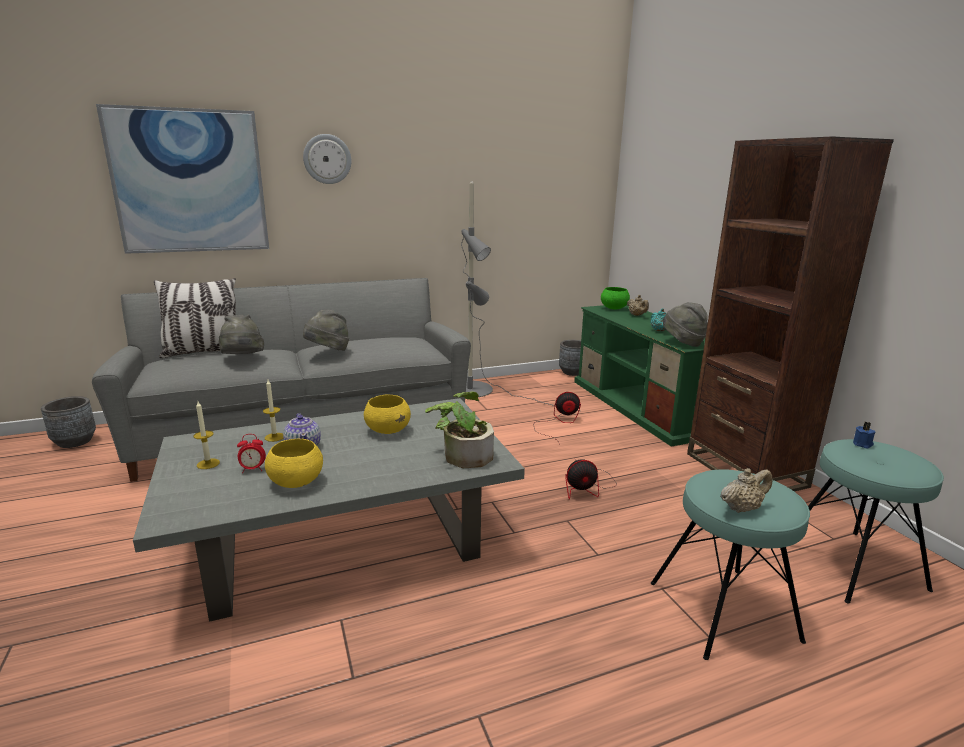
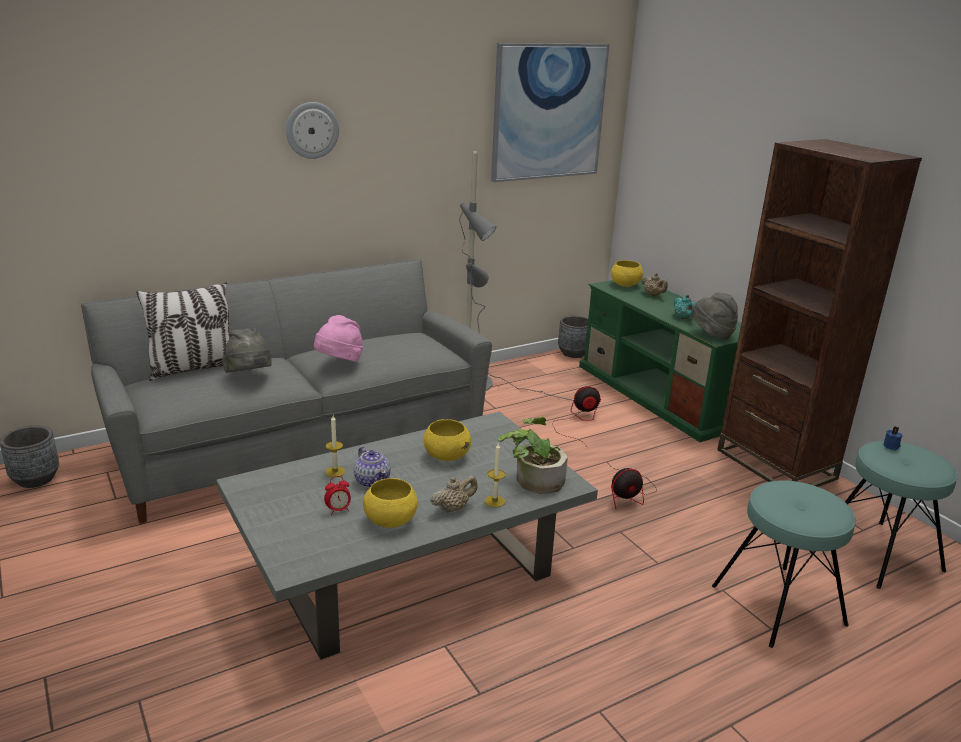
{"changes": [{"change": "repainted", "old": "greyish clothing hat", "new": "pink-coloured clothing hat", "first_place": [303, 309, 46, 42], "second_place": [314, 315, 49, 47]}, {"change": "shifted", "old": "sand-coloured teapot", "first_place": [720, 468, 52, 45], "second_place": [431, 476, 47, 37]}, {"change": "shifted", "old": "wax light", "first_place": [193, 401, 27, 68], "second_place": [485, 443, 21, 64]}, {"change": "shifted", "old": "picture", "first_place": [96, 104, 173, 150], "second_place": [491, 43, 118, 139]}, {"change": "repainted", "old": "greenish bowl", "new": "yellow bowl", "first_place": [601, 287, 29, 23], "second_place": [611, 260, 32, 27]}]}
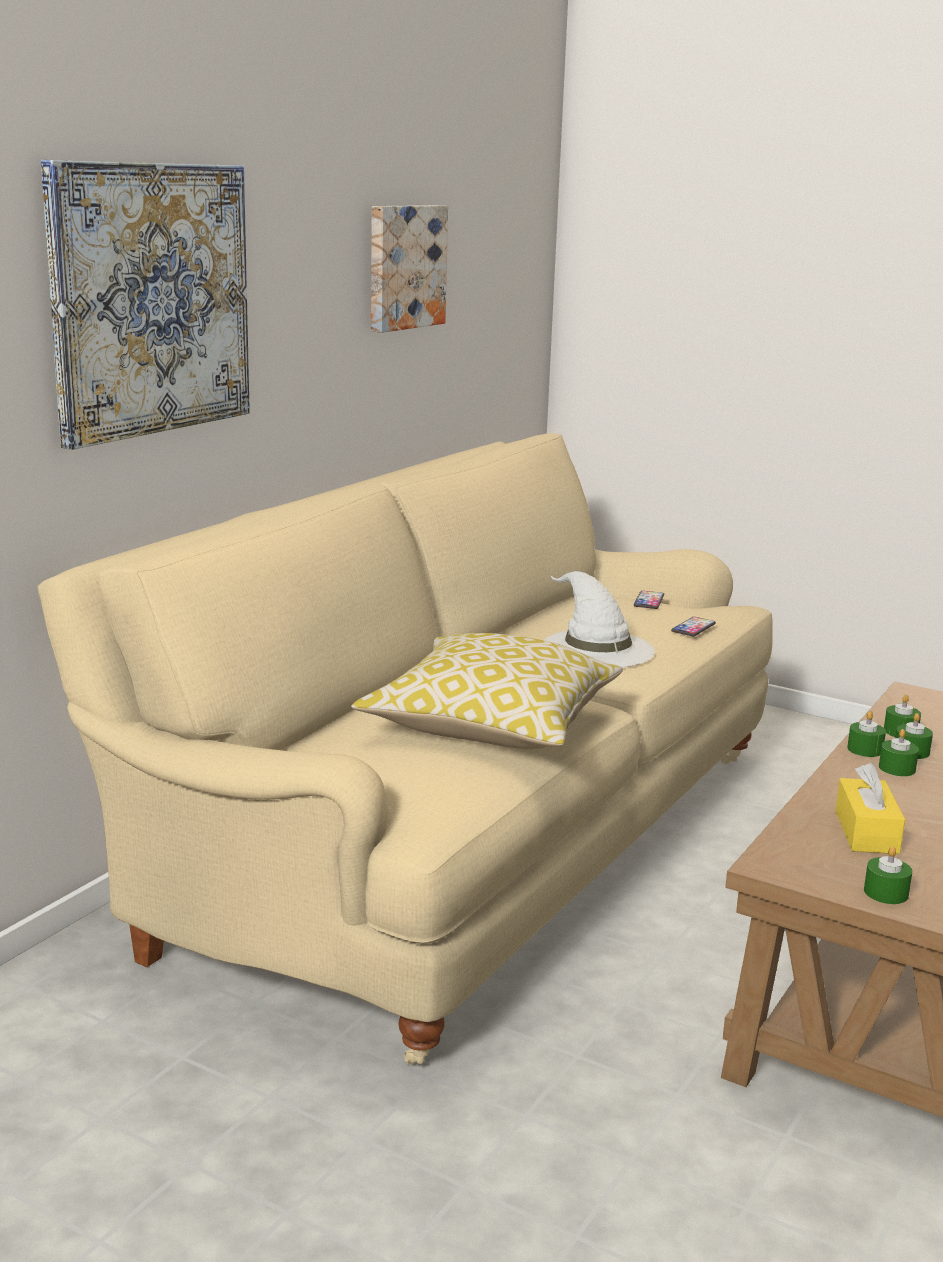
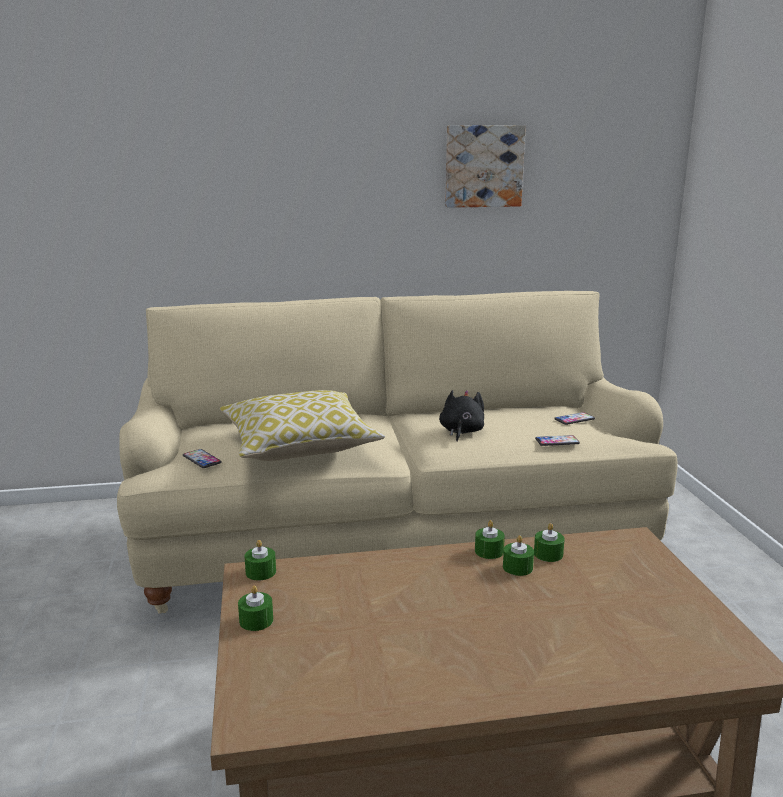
{"changes": [{"change": "new", "new": "handset", "second_place": [183, 449, 39, 19]}, {"change": "shifted", "old": "greenish wax light", "first_place": [879, 729, 40, 47], "second_place": [245, 540, 31, 40]}, {"change": "swapped", "old": "white-coloured clothing hat", "new": "black-coloured soft toy", "first_place": [544, 571, 111, 97], "second_place": [439, 390, 45, 51]}, {"change": "gone", "old": "picture", "first_place": [41, 160, 209, 290]}, {"change": "gone", "old": "yellow tissue holder", "first_place": [836, 763, 69, 91]}]}
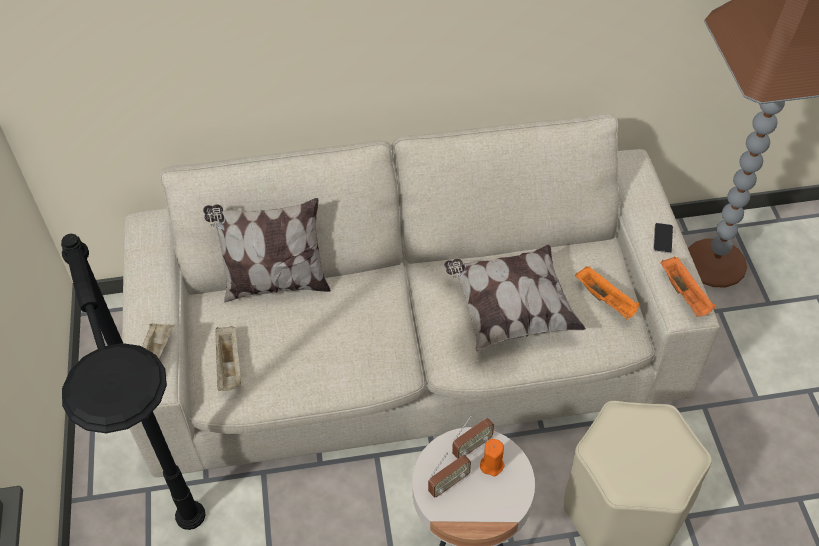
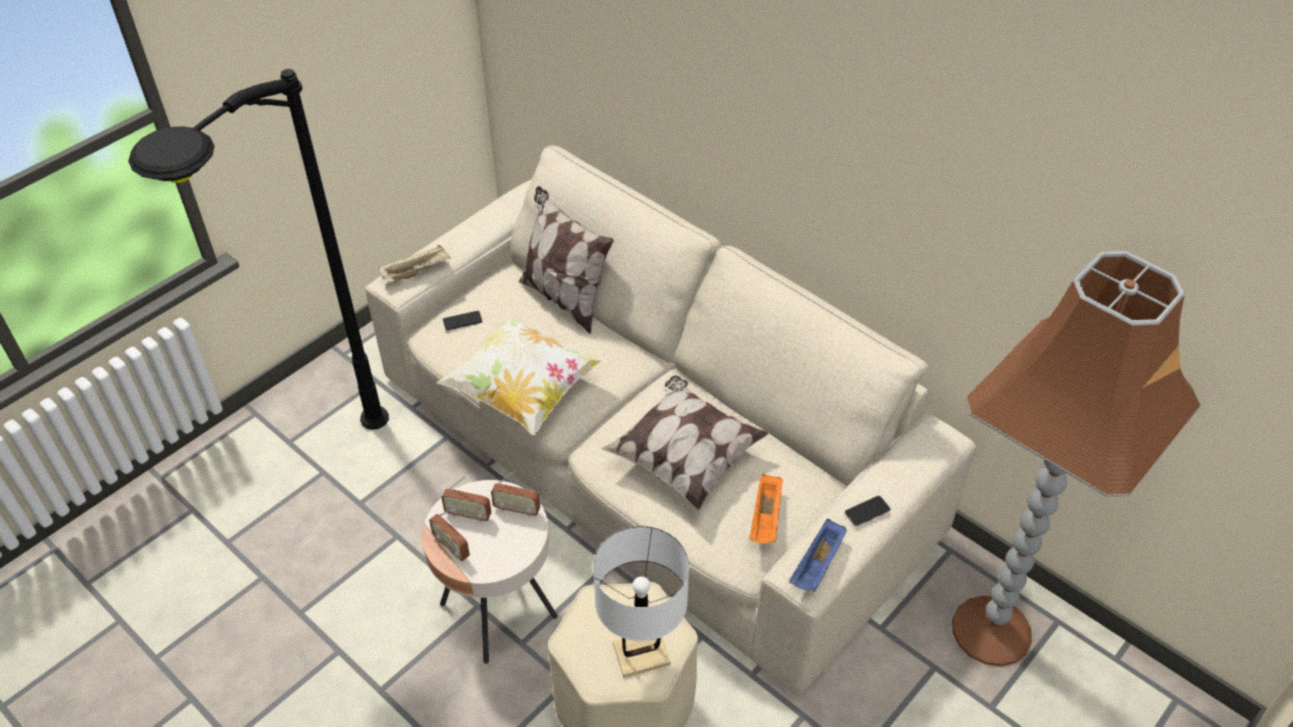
{"changes": [{"change": "new", "new": "radio set", "second_place": [429, 510, 41, 51]}, {"change": "new", "new": "throw pillow", "second_place": [436, 314, 169, 121]}, {"change": "swapped", "old": "sand-coloured serving tray", "new": "handset", "first_place": [215, 326, 26, 65], "second_place": [443, 311, 39, 19]}, {"change": "new", "new": "white-coloured lamp for a table", "second_place": [593, 526, 96, 151]}, {"change": "repainted", "old": "orange serving tray", "new": "bluish serving tray", "first_place": [660, 257, 55, 60], "second_place": [789, 519, 58, 73]}, {"change": "gone", "old": "orange wax light", "first_place": [480, 439, 25, 37]}]}
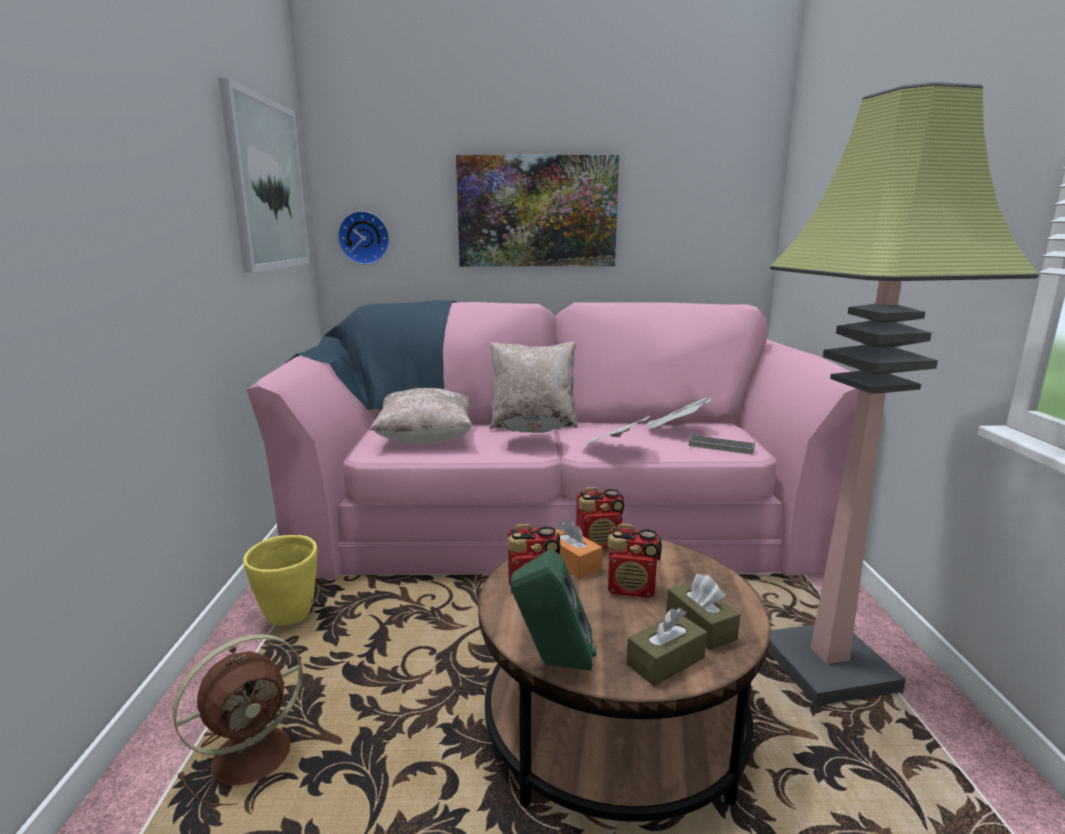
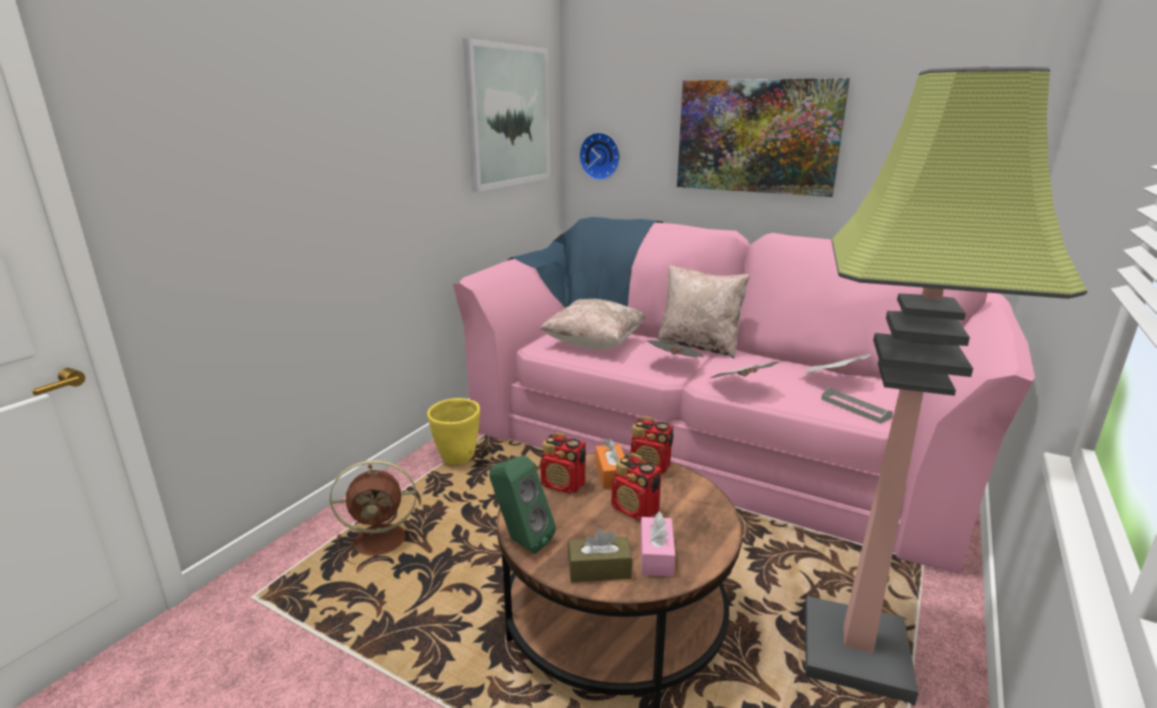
{"changes": [{"change": "repainted", "old": "brown tissue holder", "new": "pink-coloured tissue holder", "first_place": [666, 574, 74, 76], "second_place": [641, 511, 34, 66]}]}
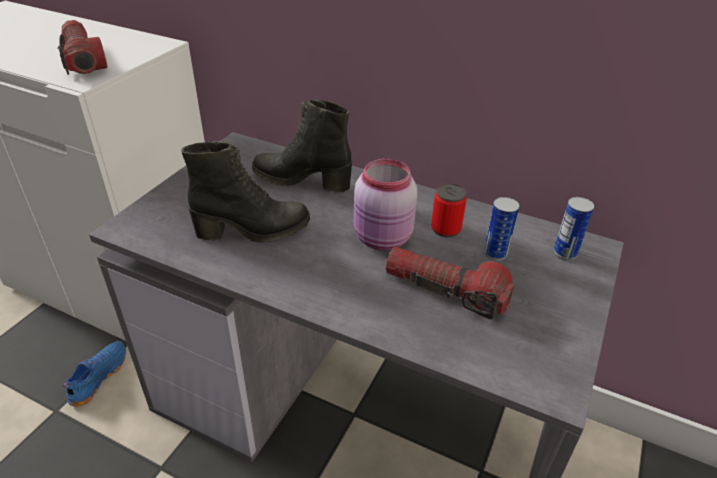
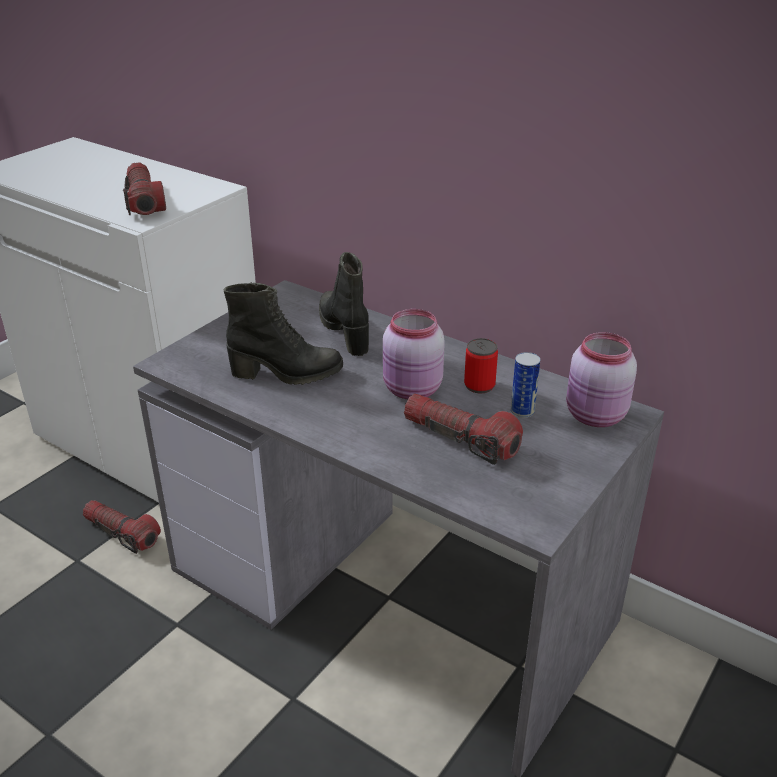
{"changes": [{"change": "swapped", "old": "bluish low shoe", "new": "flashlight", "first_place": [63, 341, 63, 66], "second_place": [83, 500, 78, 54]}, {"change": "rotated", "old": "black-coloured high-top boot", "first_place": [252, 99, 100, 93], "second_place": [319, 252, 50, 104], "degrees": 45}, {"change": "swapped", "old": "sealed can", "new": "pink-coloured jar", "first_place": [554, 197, 40, 64], "second_place": [566, 332, 71, 95]}]}
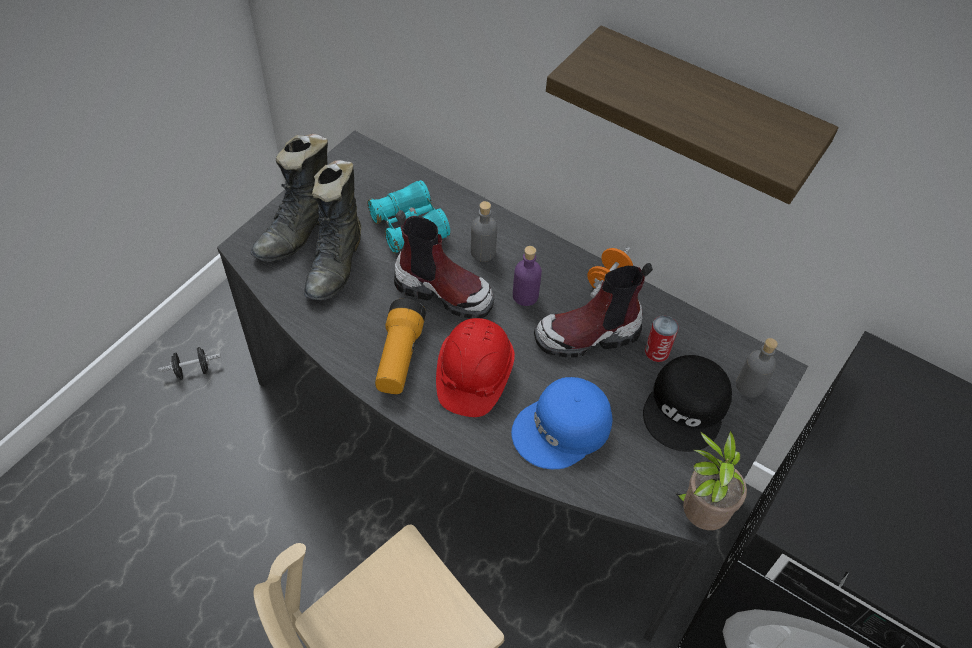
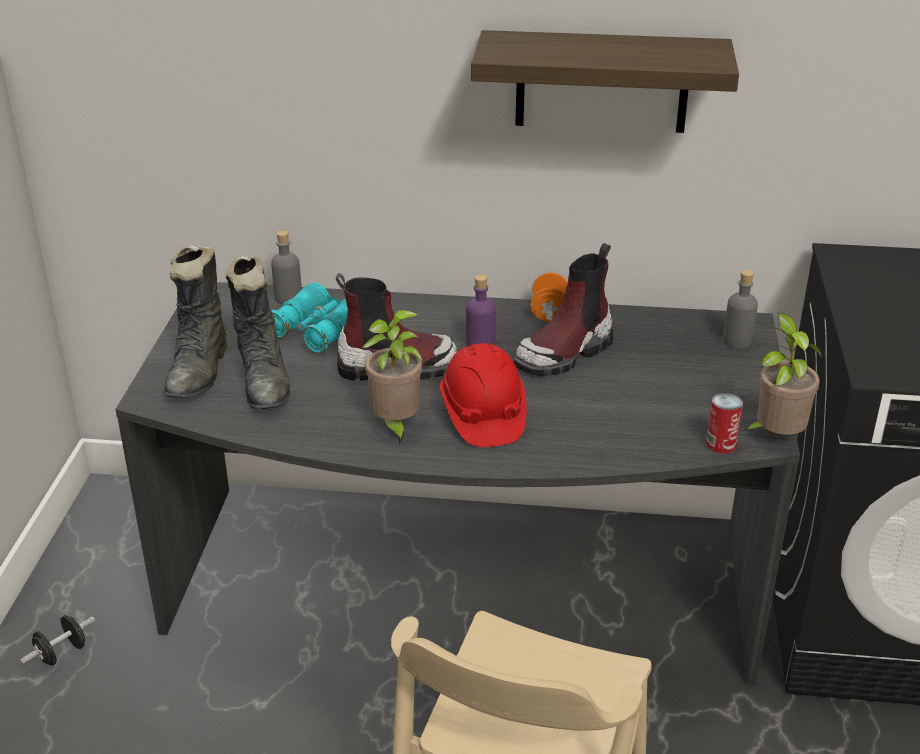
{"changes": [{"change": "shifted", "old": "greyish bottle", "first_place": [471, 201, 26, 61], "second_place": [271, 230, 31, 75]}, {"change": "swapped", "old": "flashlight", "new": "plant in a pot", "first_place": [375, 298, 51, 96], "second_place": [362, 310, 61, 135]}, {"change": "shifted", "old": "sealed can", "first_place": [645, 316, 33, 46], "second_place": [706, 393, 37, 61]}, {"change": "gone", "old": "bluish peaked cap", "first_place": [511, 377, 102, 92]}, {"change": "gone", "old": "black-coloured peaked cap", "first_place": [643, 355, 89, 97]}]}
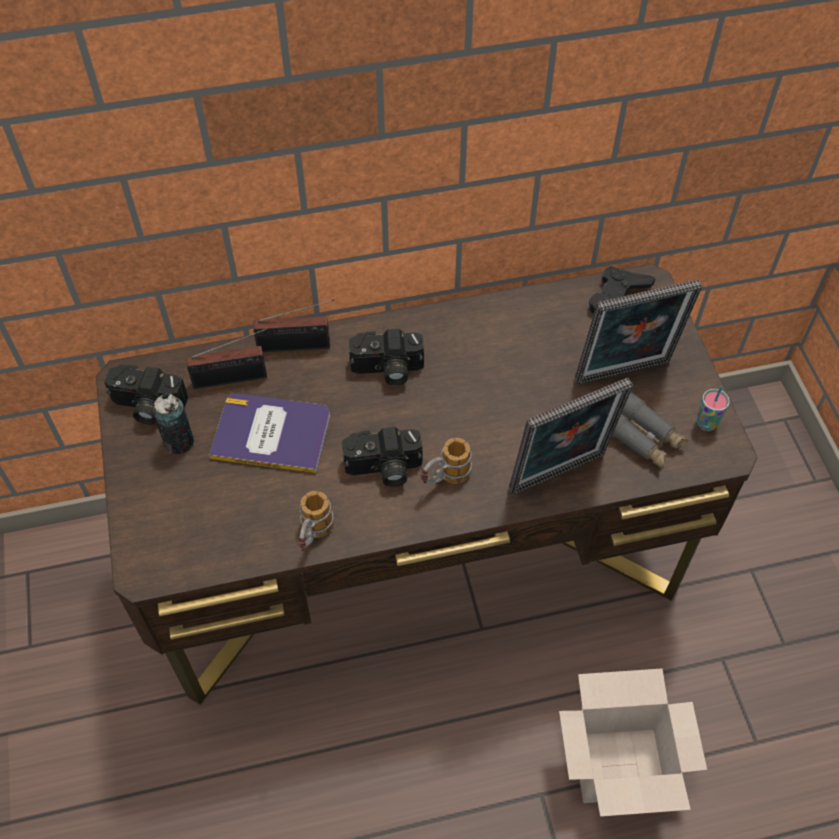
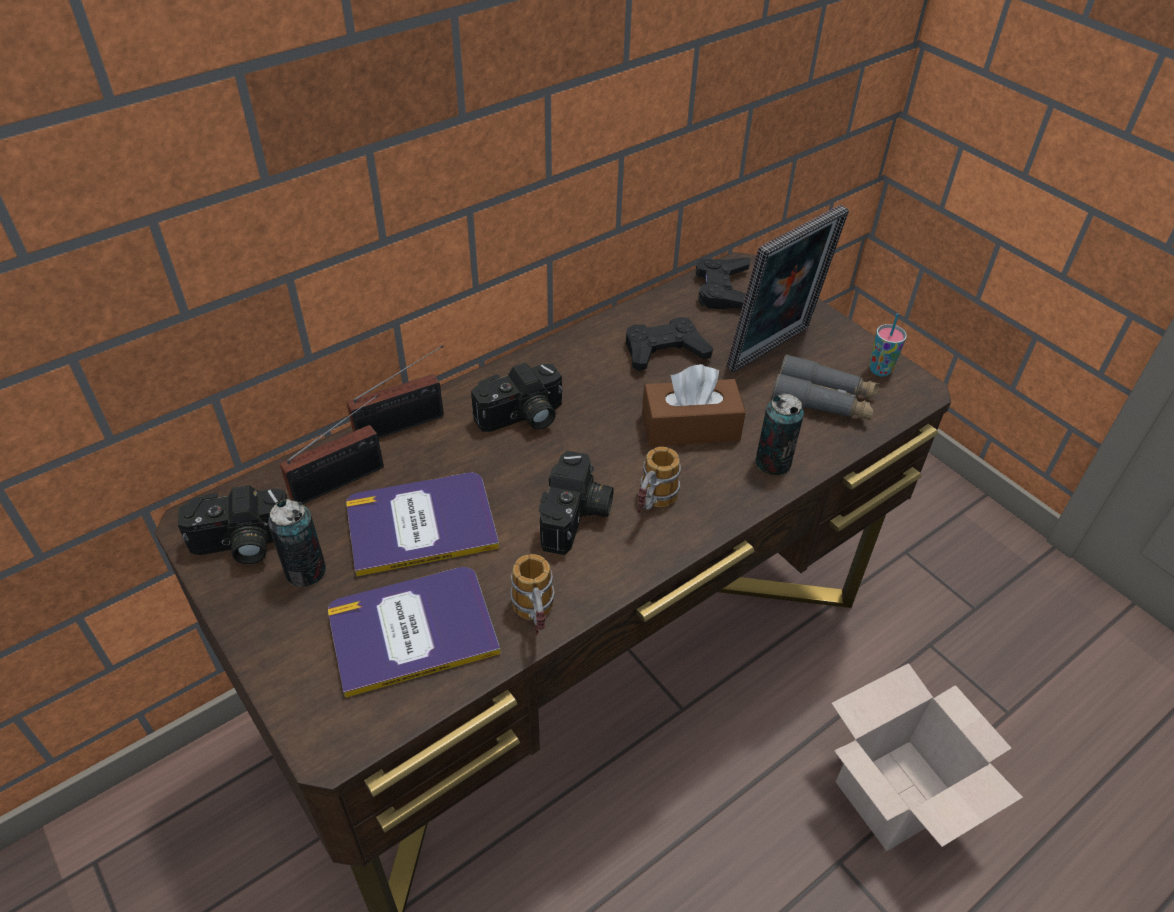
{"changes": [{"change": "new", "new": "volume", "second_place": [328, 567, 173, 131]}, {"change": "rotated", "old": "photo camera", "first_place": [342, 427, 81, 60], "second_place": [539, 451, 75, 104], "degrees": -45}, {"change": "new", "new": "black-coloured joypad", "second_place": [626, 317, 87, 54]}, {"change": "new", "new": "brown tissue holder", "second_place": [642, 364, 104, 83]}, {"change": "swapped", "old": "picture frame", "new": "sealed can", "first_place": [509, 378, 124, 117], "second_place": [755, 393, 49, 82]}]}
